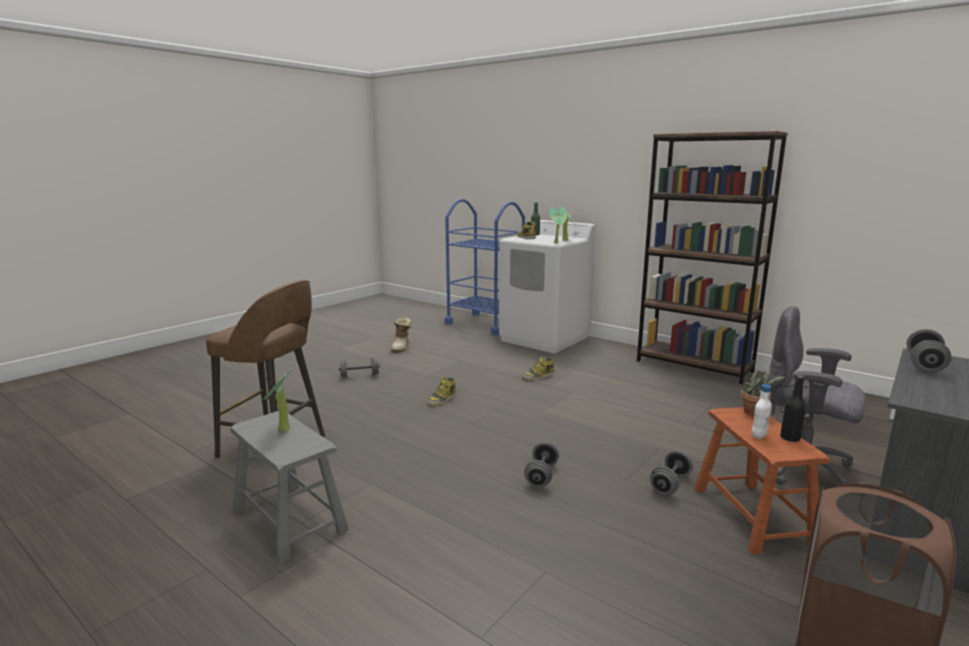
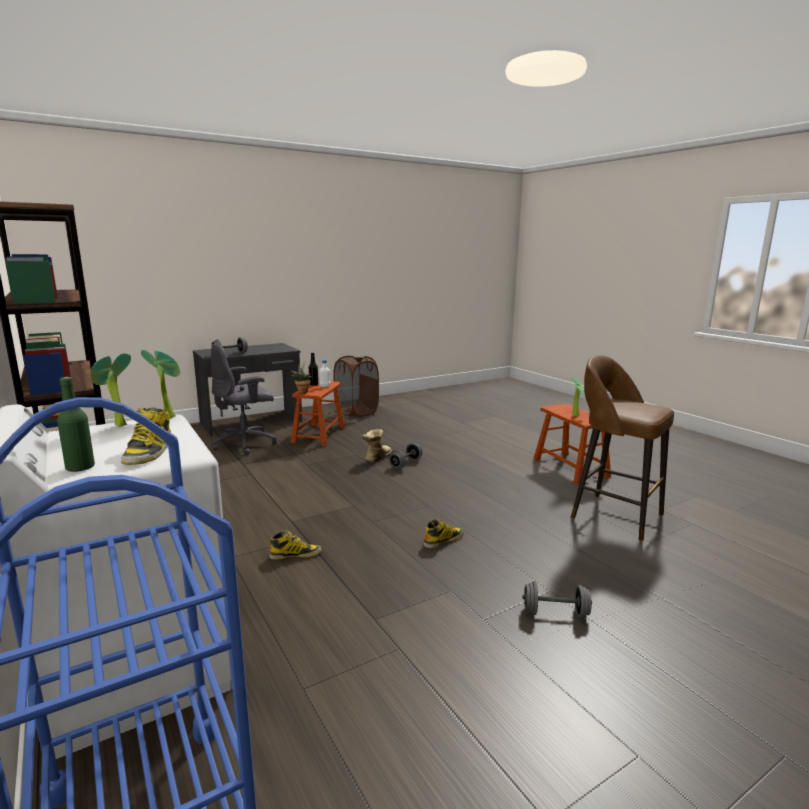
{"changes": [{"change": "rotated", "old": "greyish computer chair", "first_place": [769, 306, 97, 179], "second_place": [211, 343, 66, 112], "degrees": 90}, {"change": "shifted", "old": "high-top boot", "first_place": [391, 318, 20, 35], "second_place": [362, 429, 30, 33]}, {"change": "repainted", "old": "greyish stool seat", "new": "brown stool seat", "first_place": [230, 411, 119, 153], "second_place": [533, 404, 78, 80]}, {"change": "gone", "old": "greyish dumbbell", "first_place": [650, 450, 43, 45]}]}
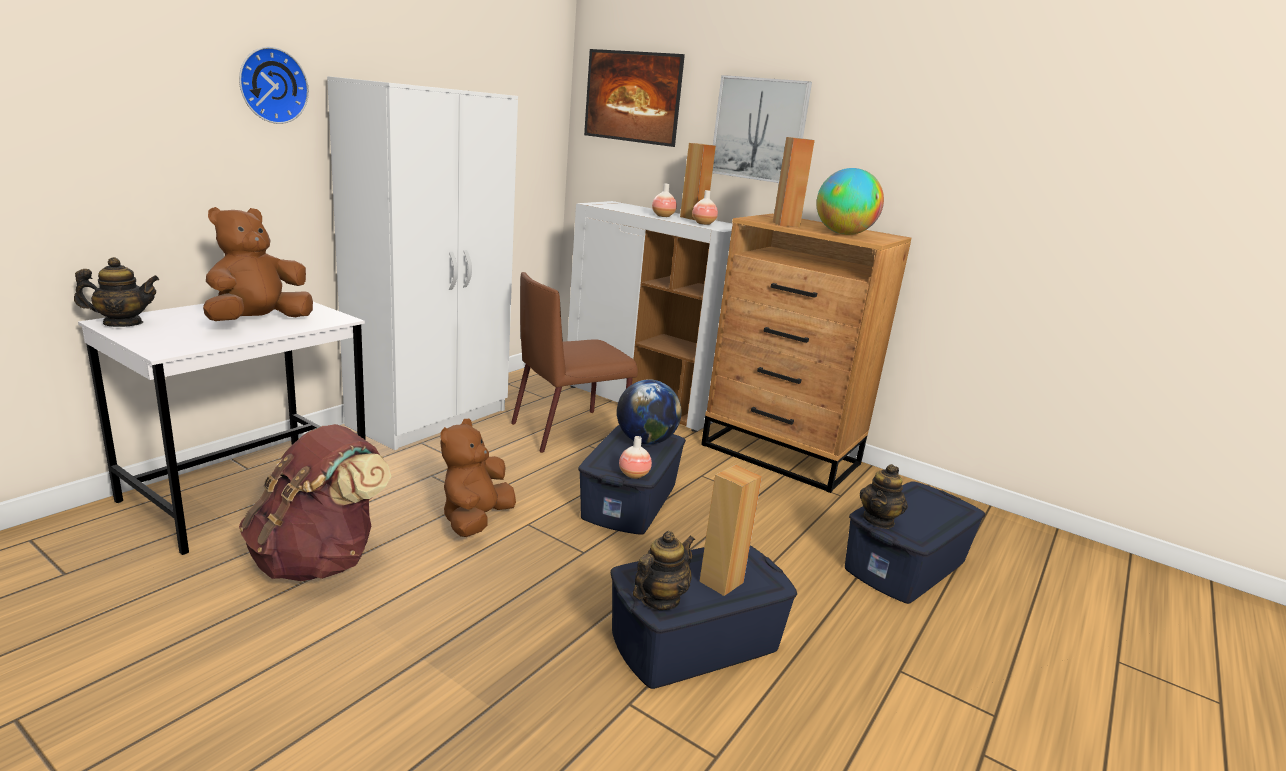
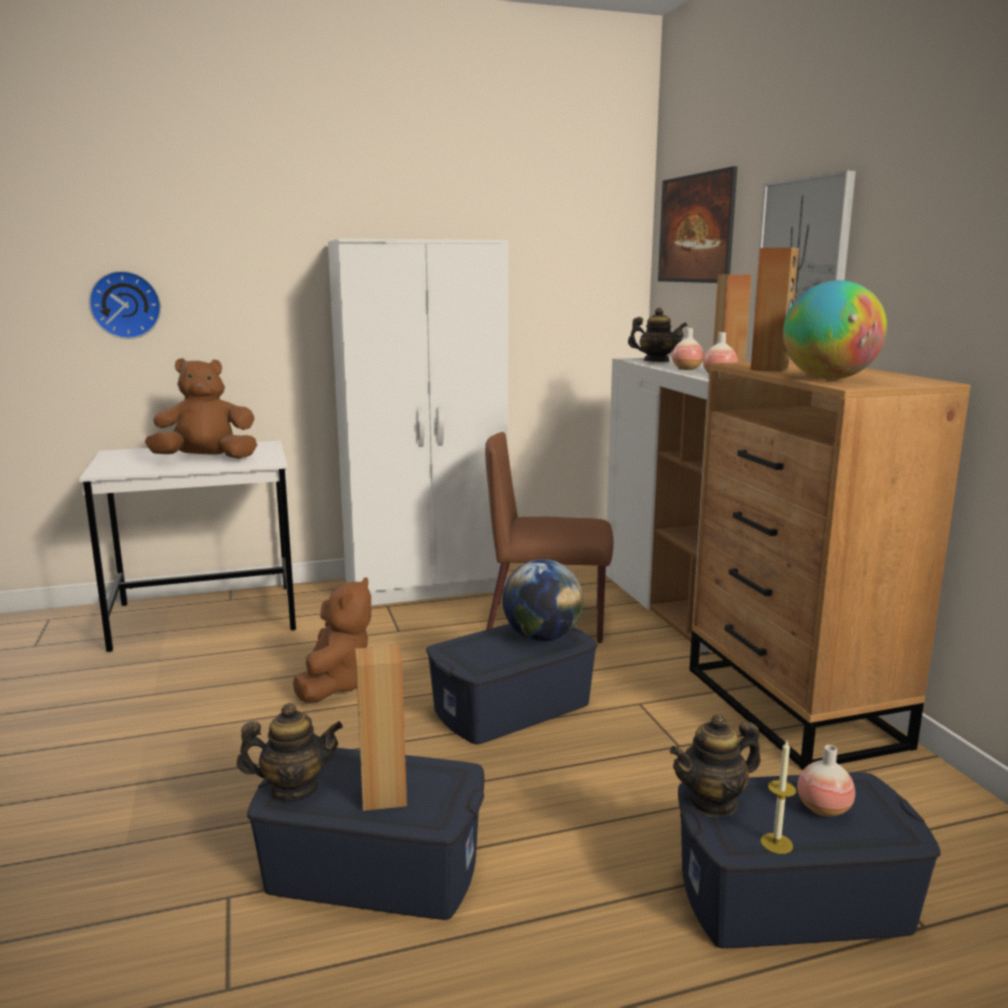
{"changes": [{"change": "shifted", "old": "hanging clock", "first_place": [239, 47, 70, 77], "second_place": [89, 271, 72, 68]}, {"change": "rotated", "old": "brown soft toy", "first_place": [440, 419, 76, 118], "second_place": [293, 577, 78, 126], "degrees": 135}, {"change": "shifted", "old": "teapot", "first_place": [74, 257, 85, 70], "second_place": [628, 308, 60, 54]}, {"change": "new", "new": "wax light", "second_place": [761, 741, 35, 113]}, {"change": "shifted", "old": "flower vase", "first_place": [619, 436, 33, 43], "second_place": [797, 745, 58, 72]}, {"change": "gone", "old": "brown knapsack", "first_place": [239, 424, 152, 157]}]}
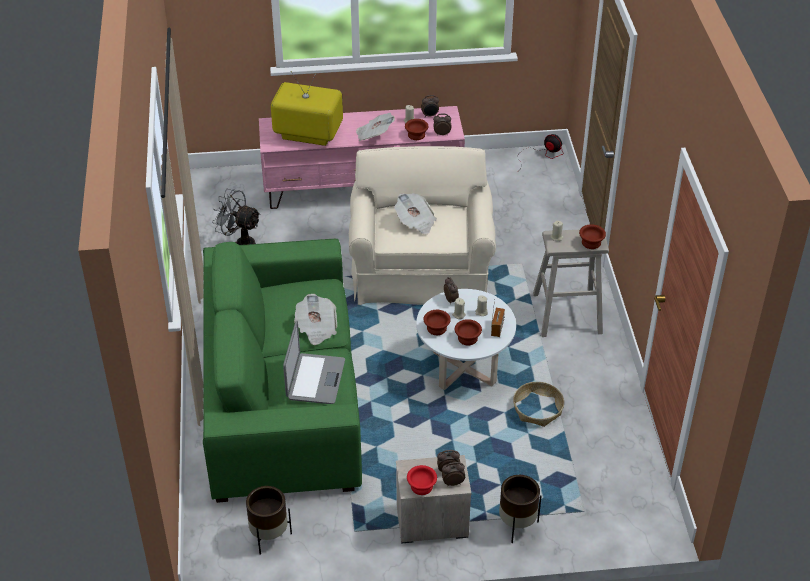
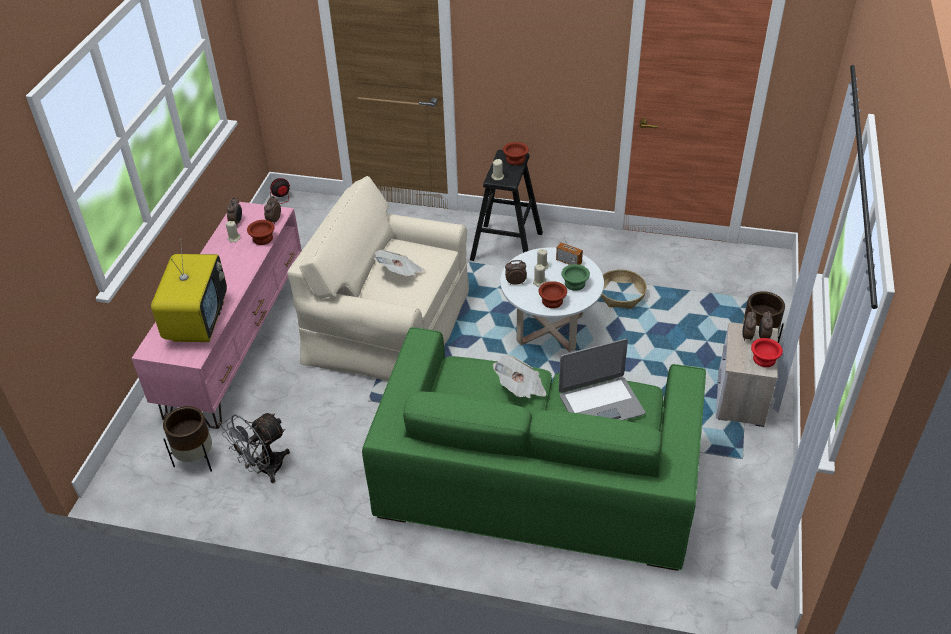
{"changes": [{"change": "rotated", "old": "TV", "first_place": [271, 71, 72, 75], "second_place": [151, 239, 76, 103], "degrees": 150}, {"change": "shifted", "old": "brown plant pot", "first_place": [246, 486, 46, 69], "second_place": [163, 406, 49, 66]}, {"change": "repainted", "old": "sand-coloured stool seat", "new": "black-coloured stool seat", "first_place": [533, 230, 76, 107], "second_place": [470, 150, 73, 111]}, {"change": "rotated", "old": "laptop", "first_place": [283, 321, 62, 83], "second_place": [559, 339, 86, 81], "degrees": 135}, {"change": "repainted", "old": "brown bowl", "new": "greenish bowl", "first_place": [455, 319, 27, 26], "second_place": [562, 264, 28, 27]}, {"change": "gone", "old": "daily paper", "first_place": [356, 113, 39, 28]}]}
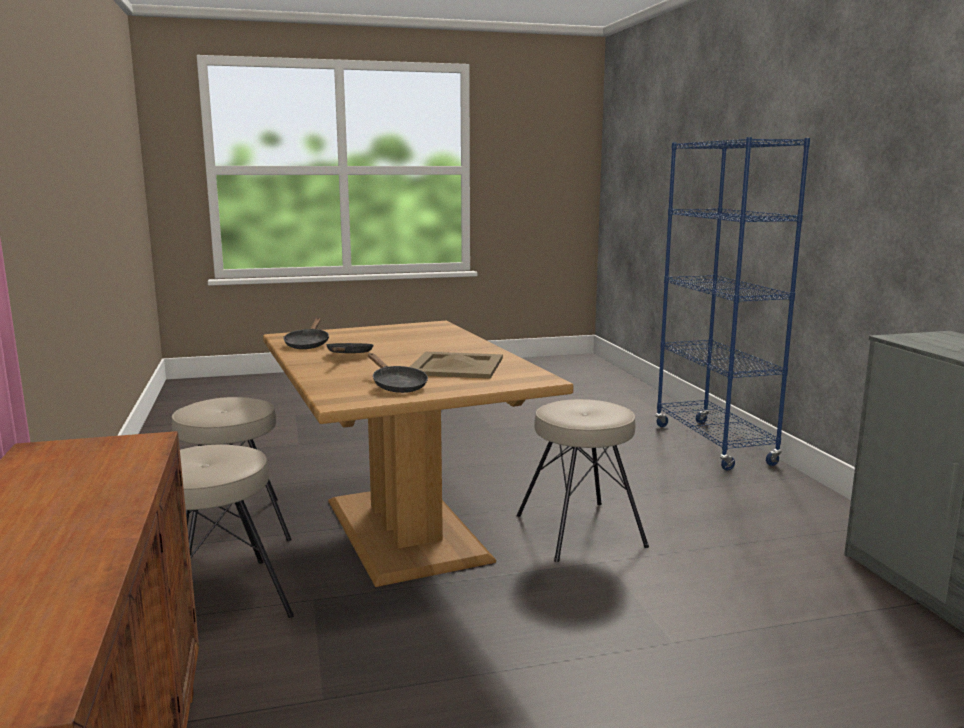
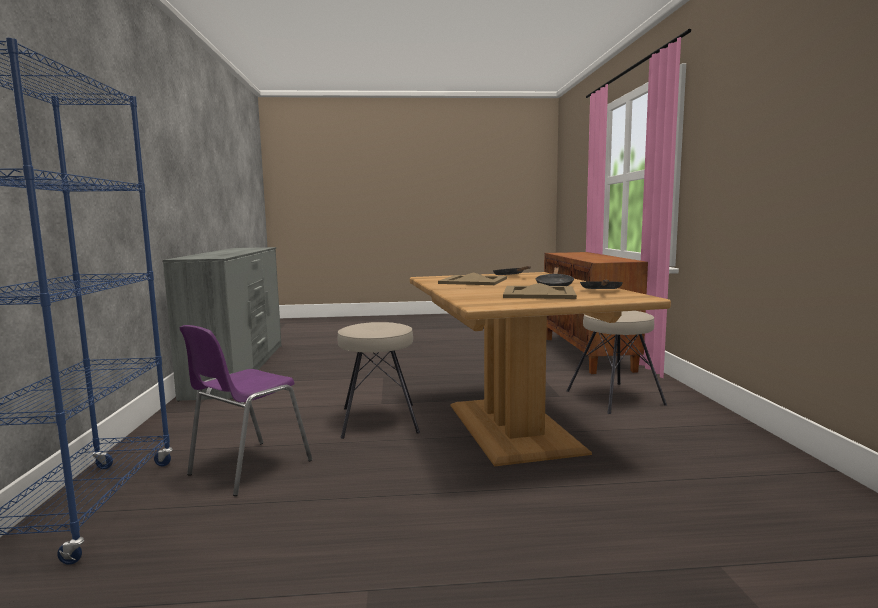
{"changes": [{"change": "new", "new": "purple upright chair", "second_place": [180, 325, 133, 171]}, {"change": "new", "new": "sand-coloured serving tray", "second_place": [503, 283, 74, 16]}, {"change": "gone", "old": "sand-coloured stool seat", "first_place": [172, 397, 120, 159]}]}
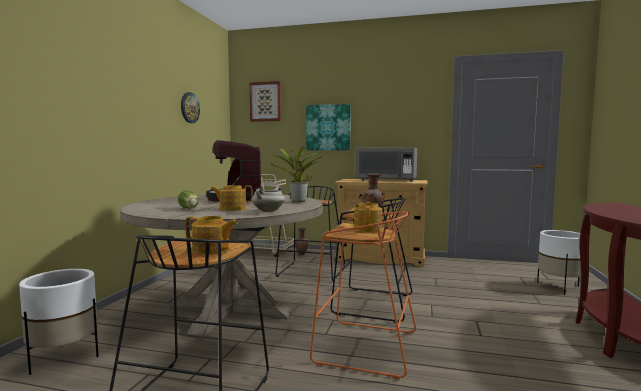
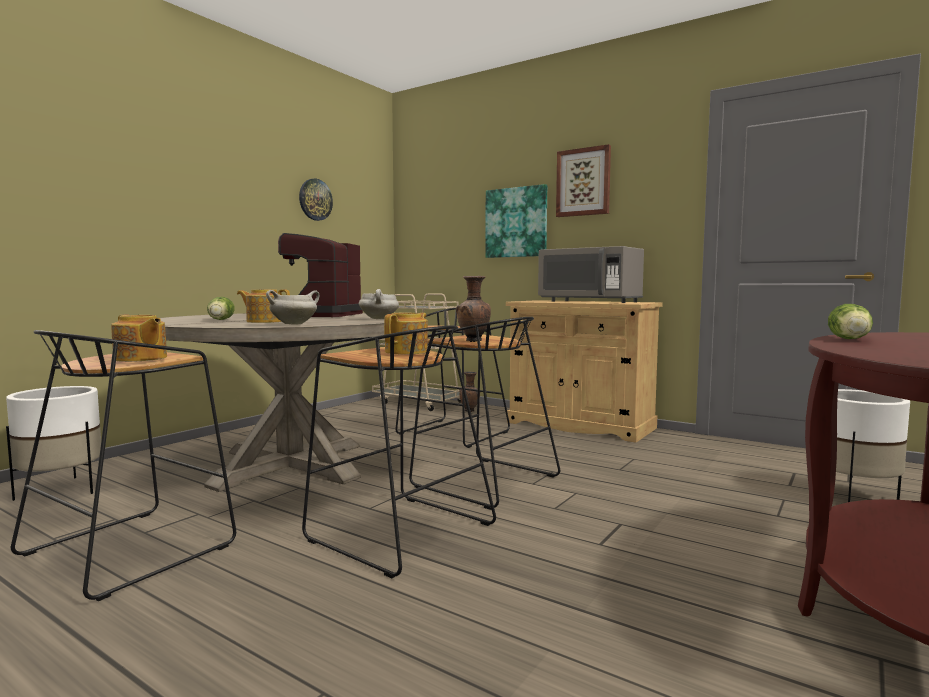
{"changes": [{"change": "repainted", "old": "orange stool seat", "new": "black-coloured stool seat", "first_place": [310, 211, 106, 169], "second_place": [302, 326, 194, 252]}, {"change": "swapped", "old": "plant in a pot", "new": "white-coloured saucepot", "first_place": [271, 147, 51, 55], "second_place": [359, 289, 40, 30]}, {"change": "shifted", "old": "picture", "first_place": [249, 81, 32, 41], "second_place": [556, 144, 55, 73]}, {"change": "new", "new": "head of lettuce", "second_place": [828, 304, 45, 35]}]}
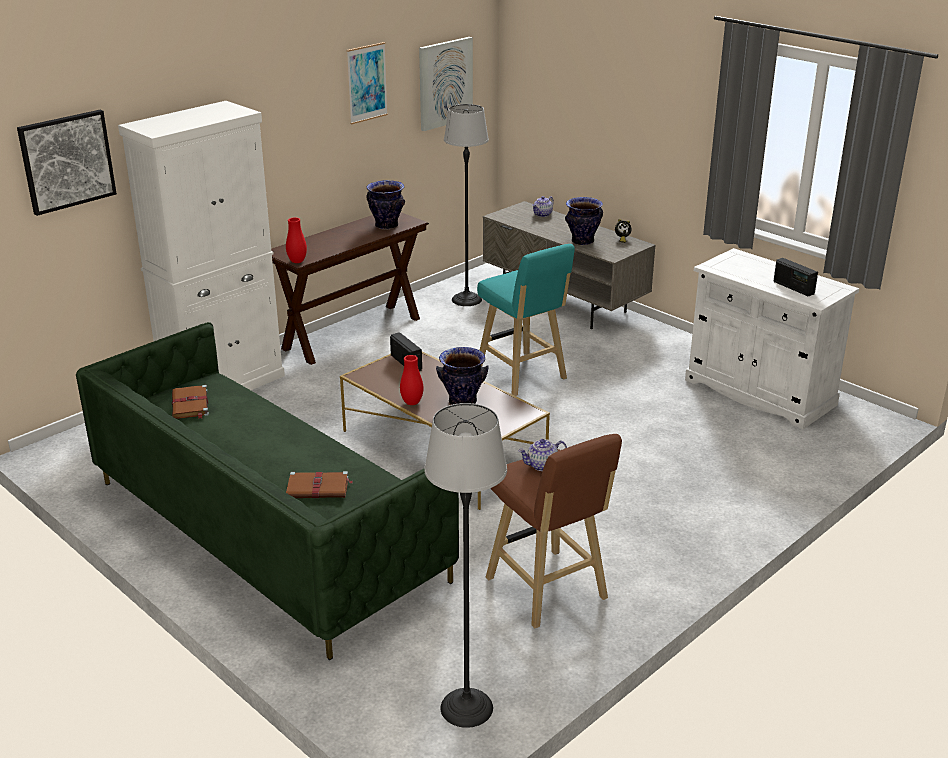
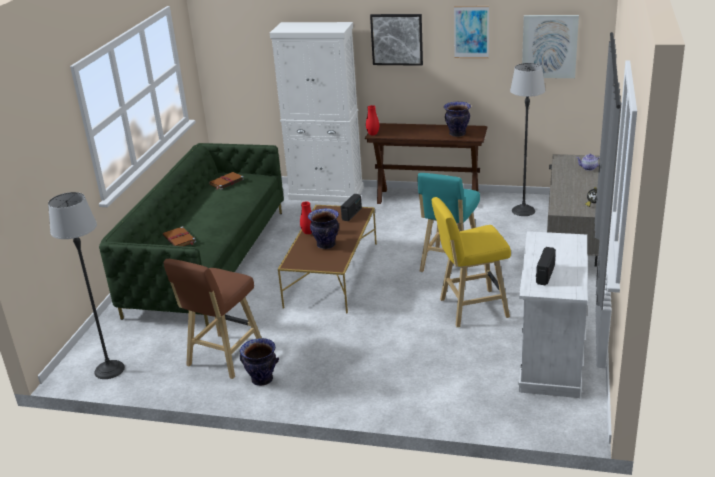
{"changes": [{"change": "shifted", "old": "flower vase", "first_place": [565, 197, 38, 48], "second_place": [240, 338, 39, 48]}, {"change": "shifted", "old": "picture", "first_place": [17, 110, 100, 106], "second_place": [370, 14, 53, 52]}, {"change": "new", "new": "yellow stool seat", "second_place": [432, 197, 79, 130]}, {"change": "gone", "old": "teapot", "first_place": [518, 439, 49, 32]}]}
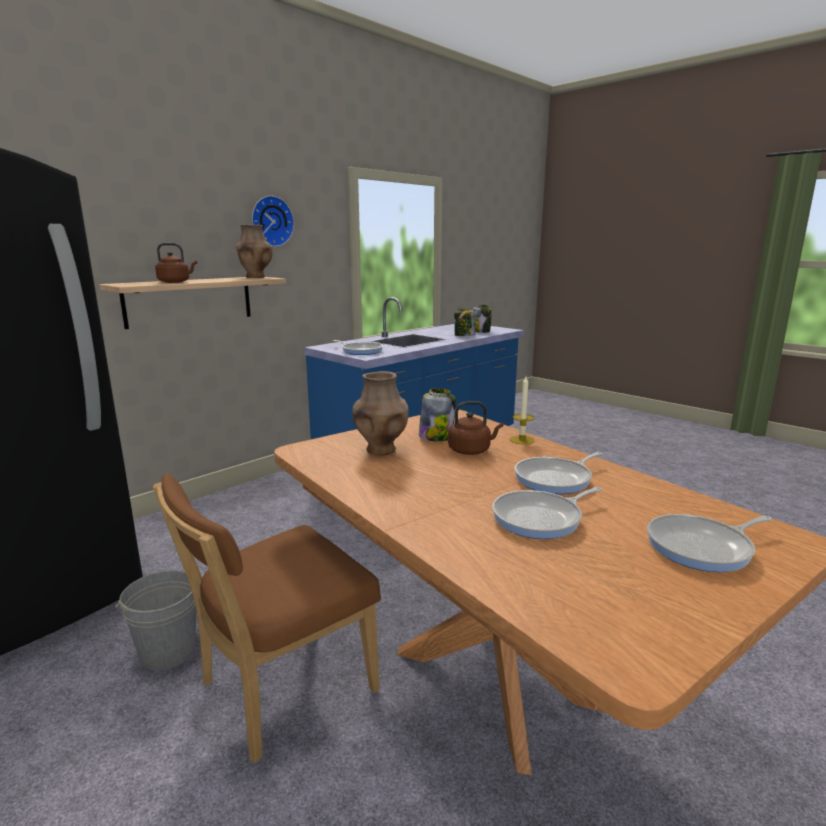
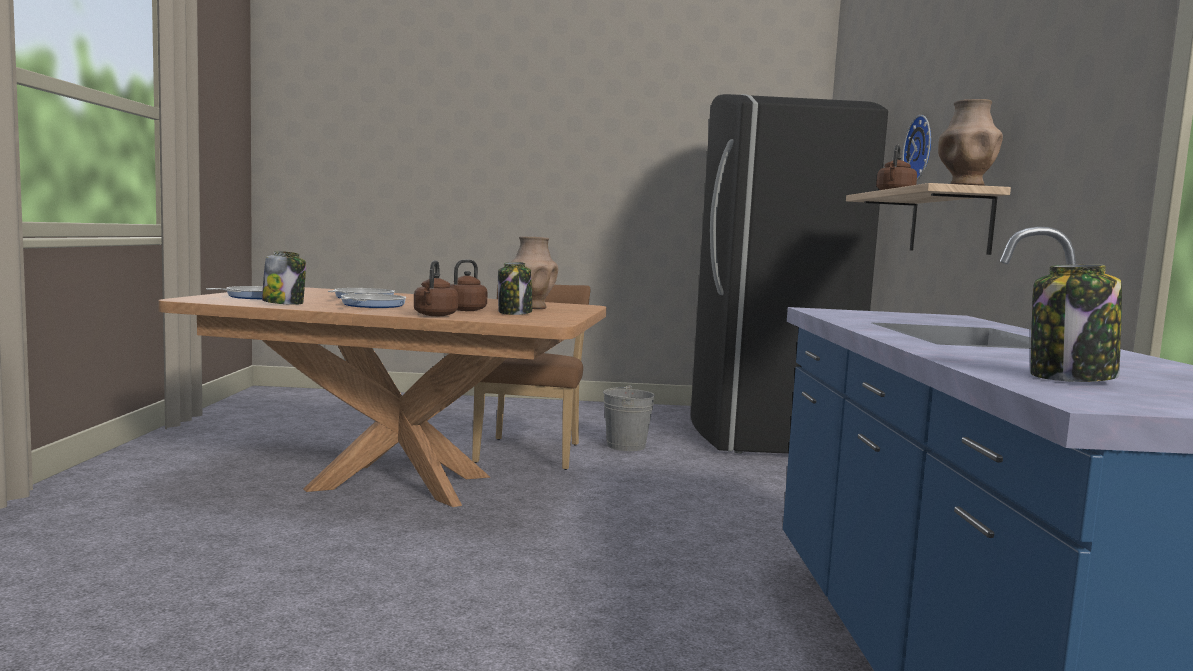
{"changes": [{"change": "shifted", "old": "jar", "first_place": [454, 308, 21, 28], "second_place": [262, 251, 44, 54]}, {"change": "swapped", "old": "wax light", "new": "brown water kettle", "first_place": [510, 377, 25, 68], "second_place": [414, 260, 44, 56]}, {"change": "shifted", "old": "hanging clock", "first_place": [252, 196, 42, 51], "second_place": [902, 115, 29, 65]}, {"change": "gone", "old": "pan", "first_place": [333, 340, 50, 15]}]}
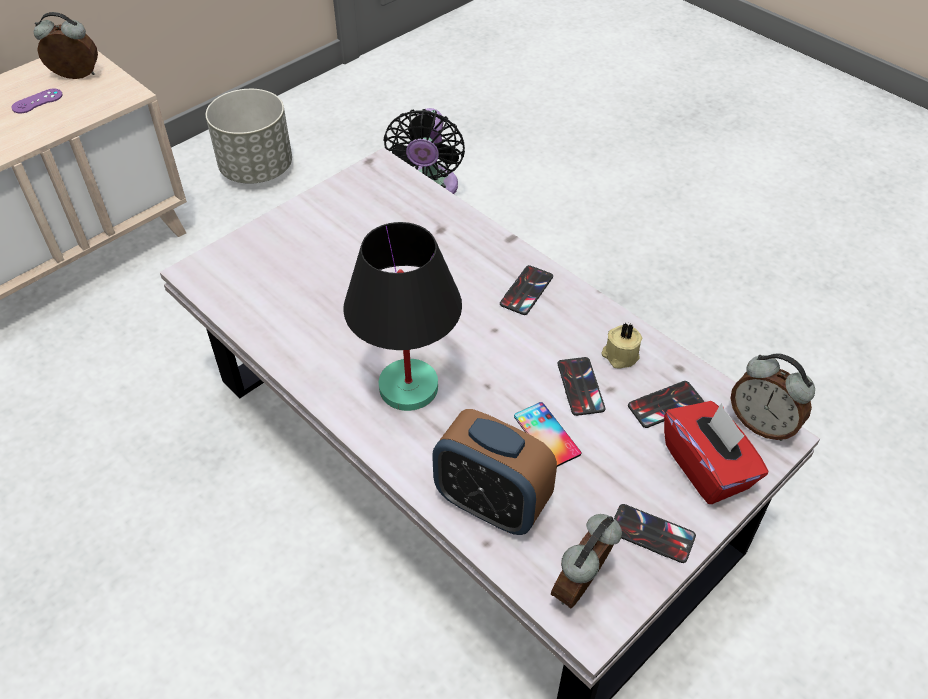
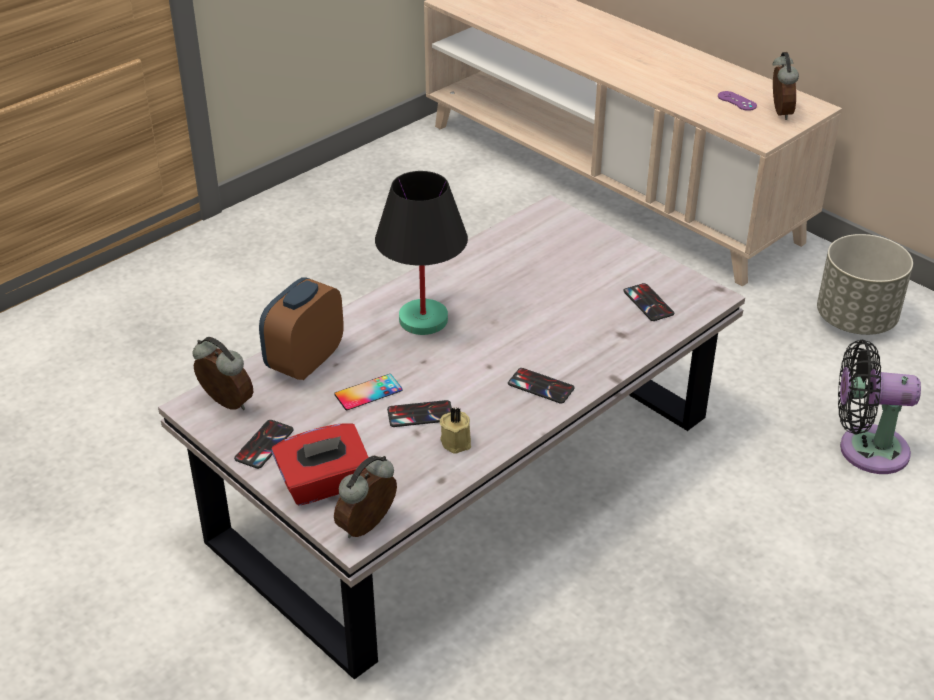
{"changes": [{"change": "shifted", "old": "handset", "first_place": [628, 381, 76, 47], "second_place": [623, 283, 51, 38]}]}
